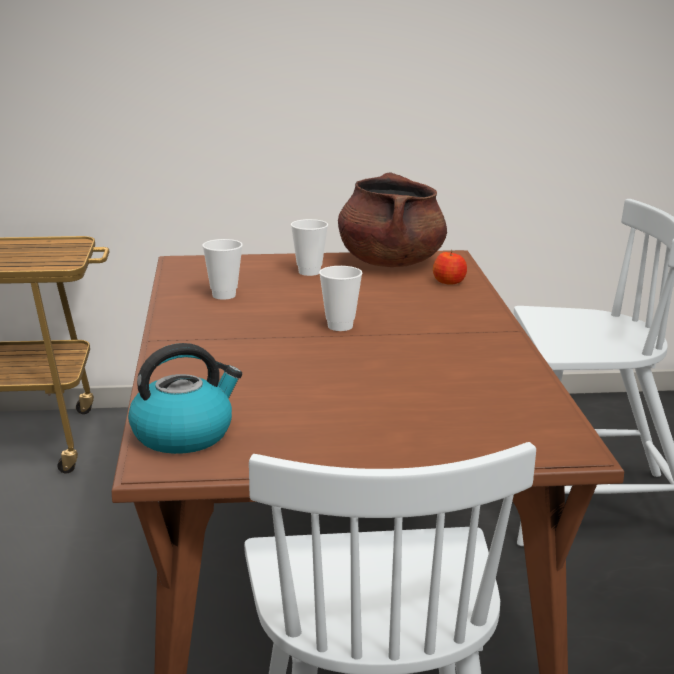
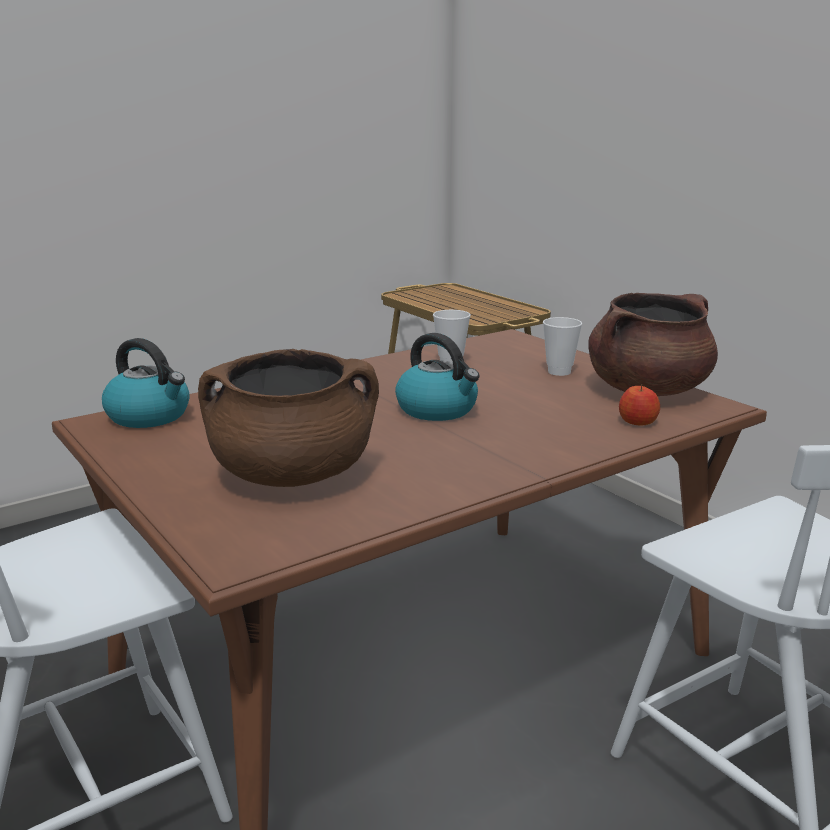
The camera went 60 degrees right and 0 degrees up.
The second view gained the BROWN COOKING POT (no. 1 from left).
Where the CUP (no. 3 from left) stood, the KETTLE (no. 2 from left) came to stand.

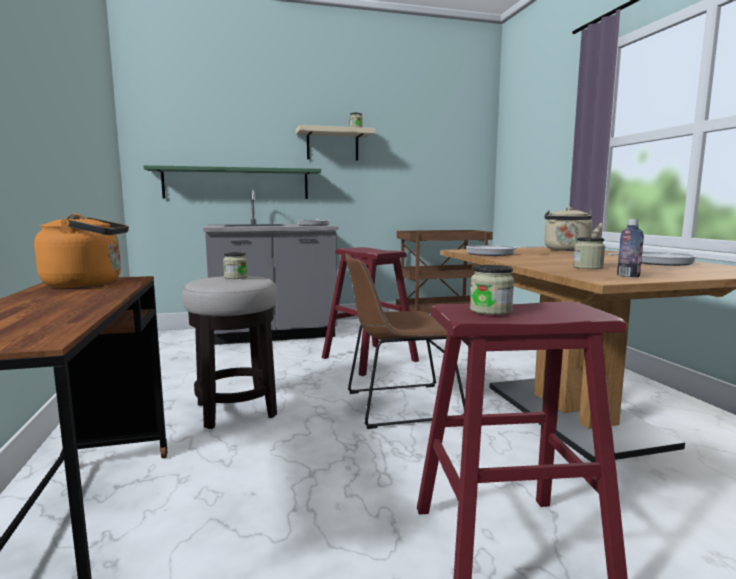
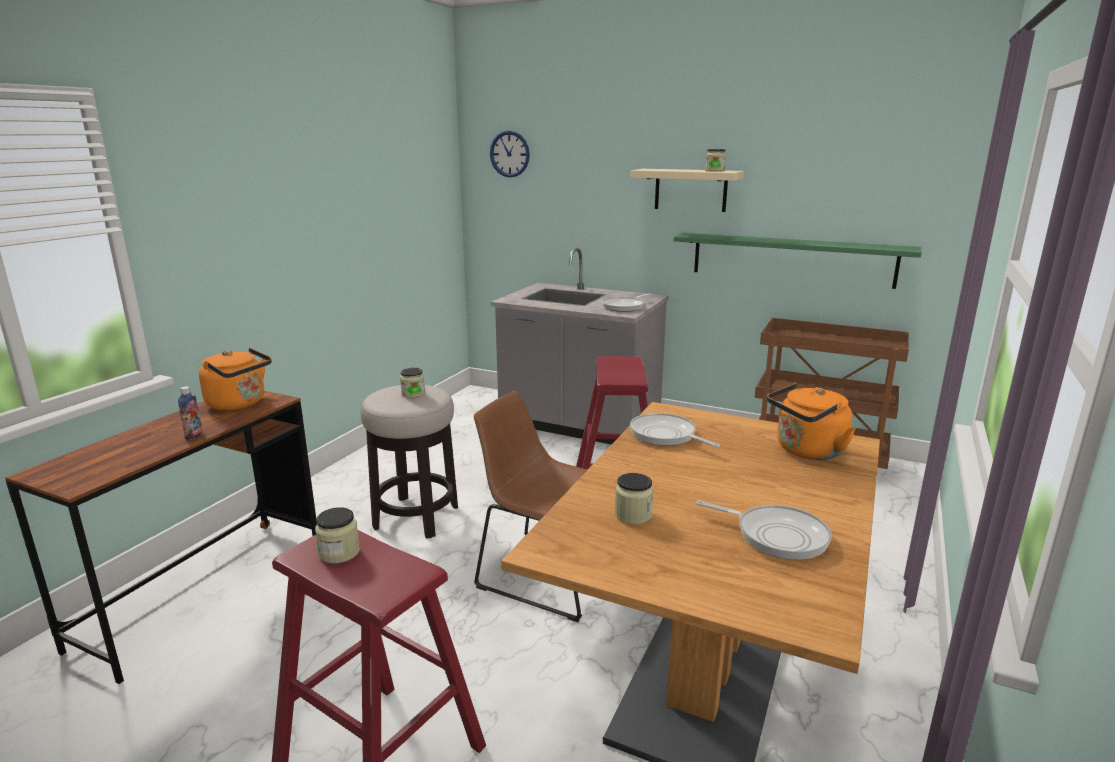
The camera went 40 degrees right and 10 degrees up.
The second view gained the WALL CLOCK.
The GREEN SHELF ended up elsewhere.
The BOTTLE ended up elsewhere.
What was the BEIGE KETTLE turned into the ORANGE KETTLE (no. 2 from left).

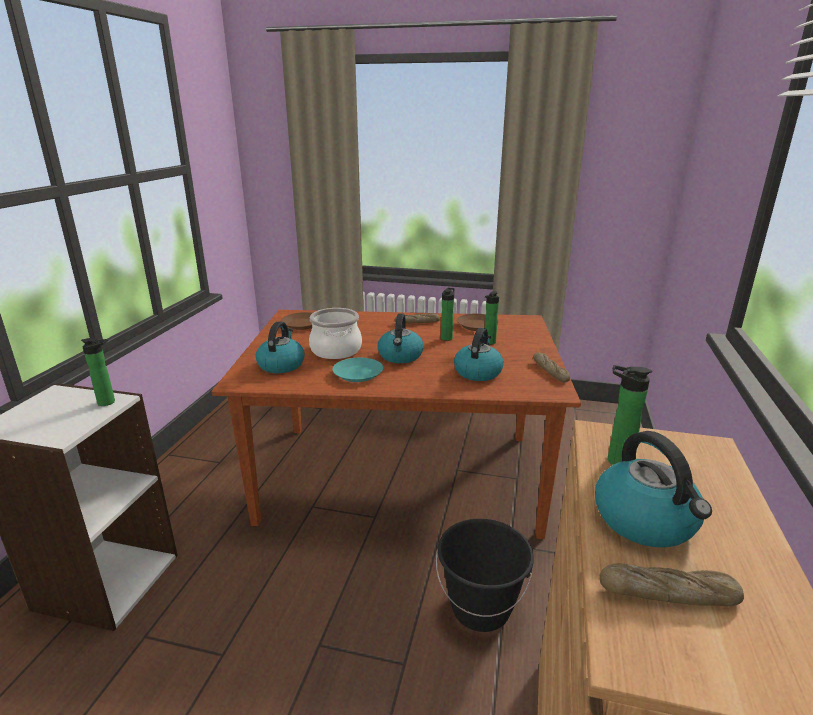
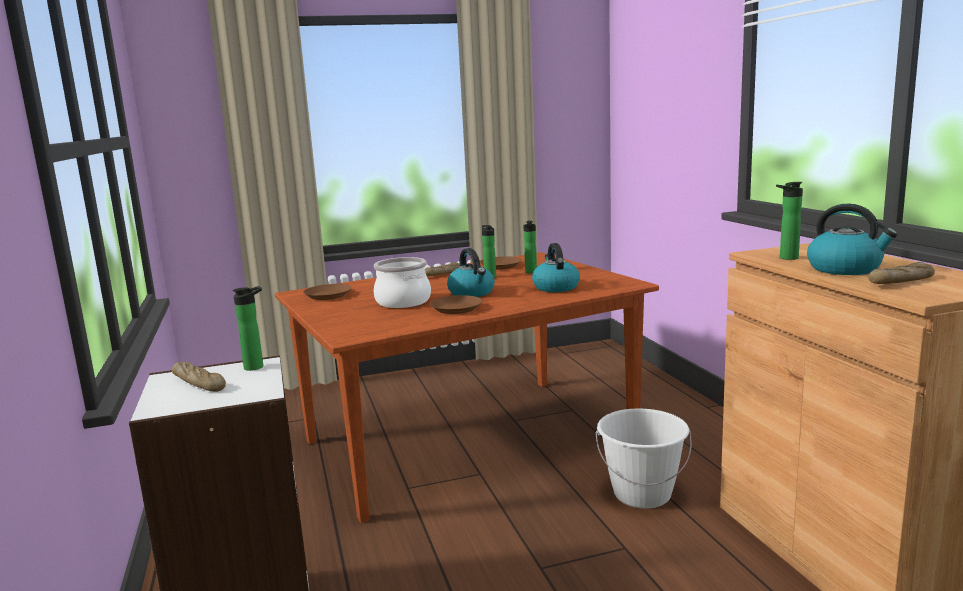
The camera went 30 degrees left and 10 degrees down.
The second view lost the KETTLE (no. 1 from left).
The BREAD (no. 2 from left in the first image) ended up elsewhere.
What was the TURQUOISE PLATE turned into the BROWN PLATE (no. 2 from left).
What was the BLACK BUCKET turned into the WHITE BUCKET.

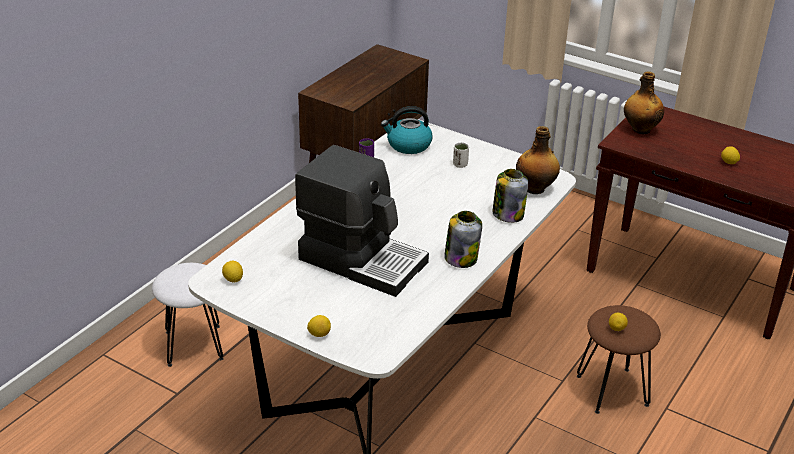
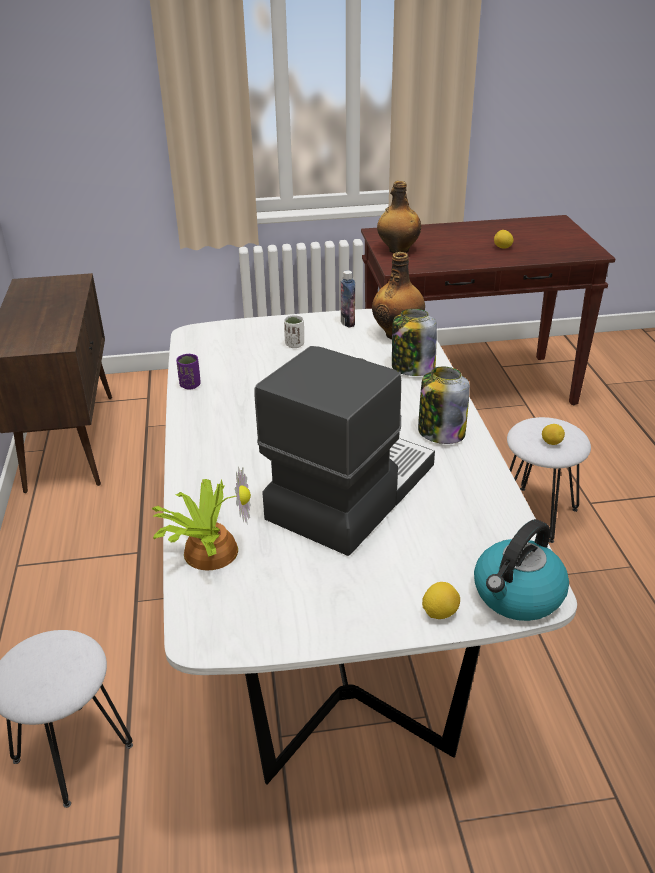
The camera went 40 degrees left and 0 degrees up.
The second view lost the LEMON (no. 1 from left).
The second view gained the POTTED PLANT.
The second view gained the BOTTLE (no. 1 from left).
The KETTLE ended up elsewhere.
What was the BROWN STOOL turned into the WHITE STOOL (no. 2 from left).
The COFFEE MACHINE ended up facing another way, 45 degrees counterclockwise from before.

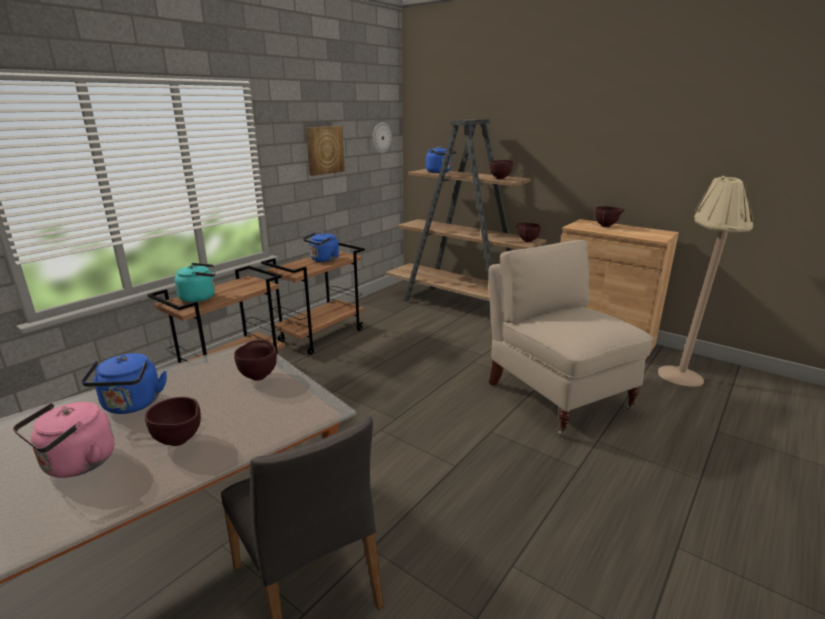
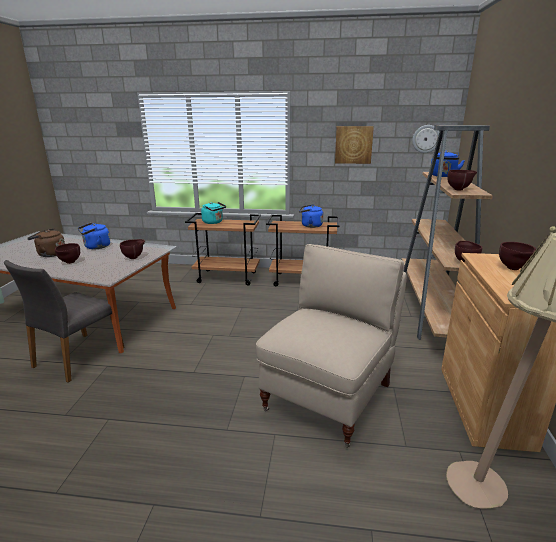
The camera went 60 degrees right and 0 degrees up.
What was the PINK KETTLE turned into the BROWN KETTLE.

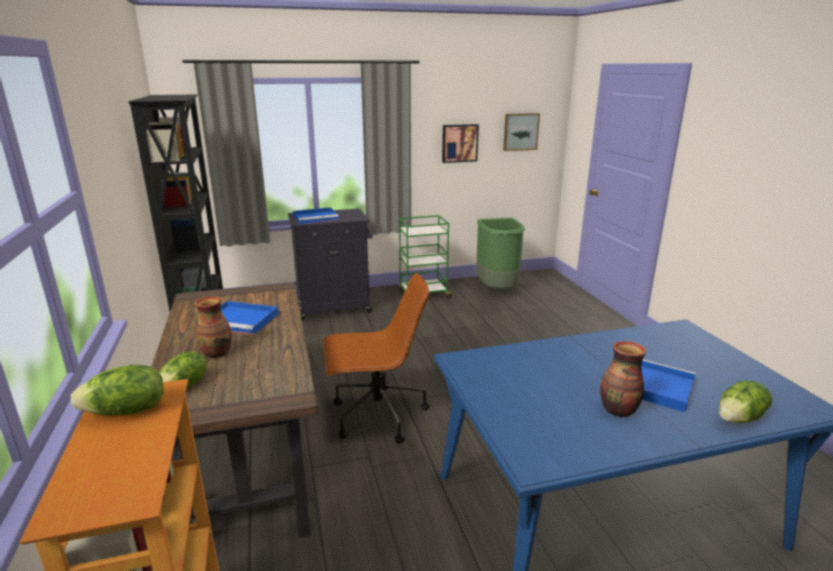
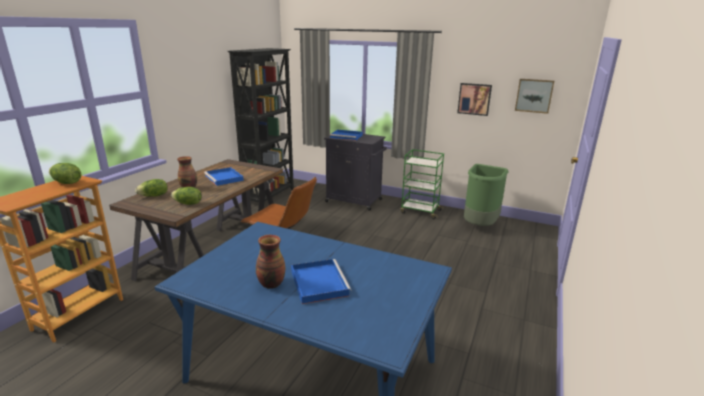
The camera went 40 degrees right and 0 degrees up.
The LETTUCE (no. 3 from left) ended up elsewhere.

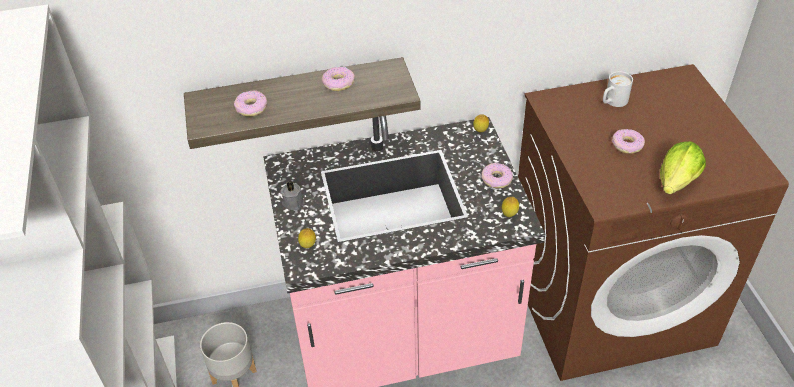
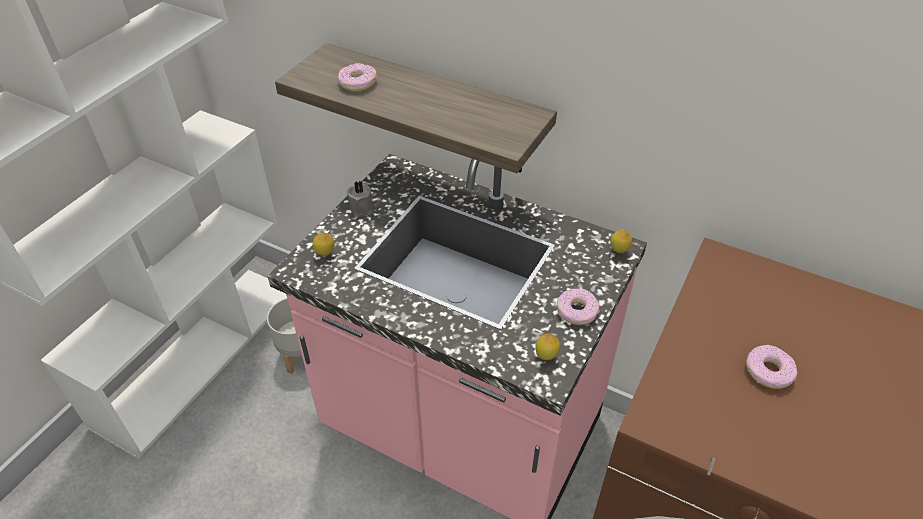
The camera went 40 degrees right and 0 degrees up.
The second view lost the DONUT (no. 2 from left).
The second view lost the WHITE MUG.
The second view lost the LETTUCE.

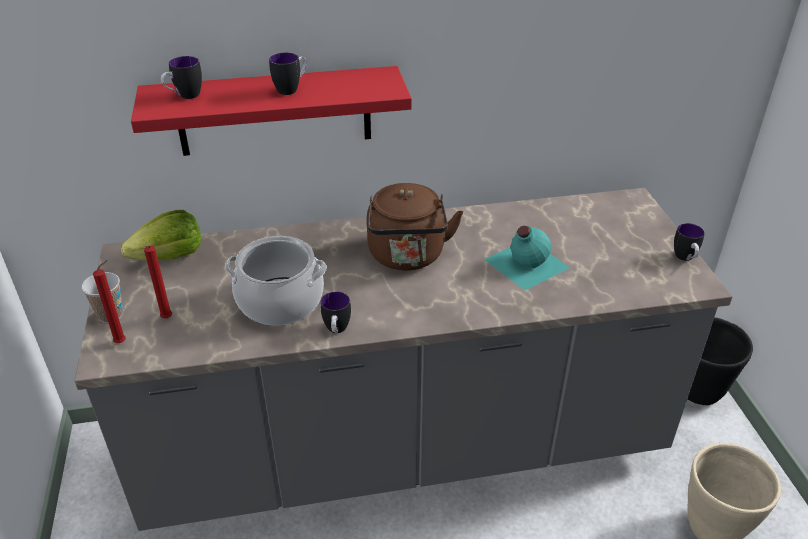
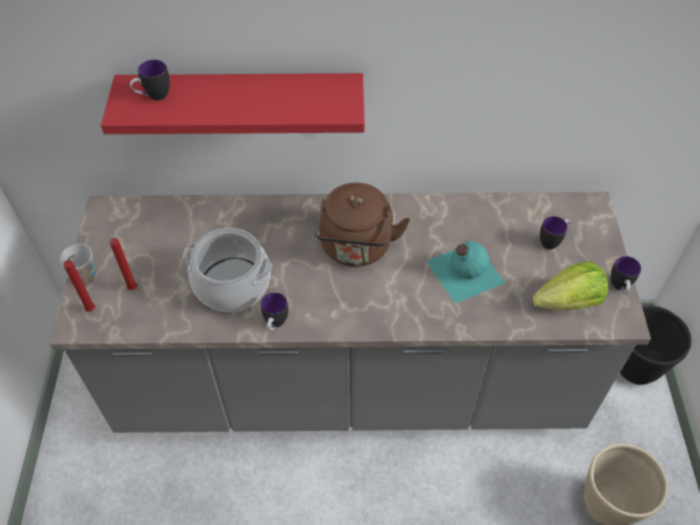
The camera went 10 degrees right and 15 degrees up.
The LETTUCE ended up elsewhere.
The MUG (no. 2 from left in the first image) ended up elsewhere.

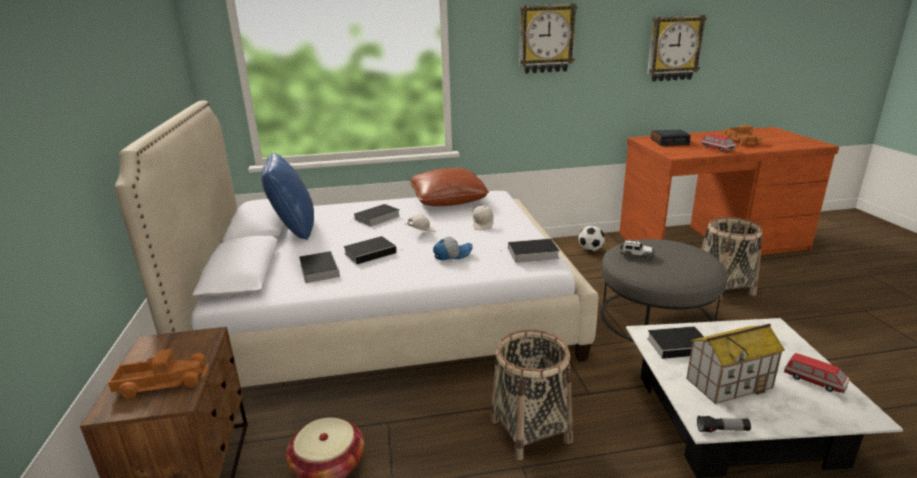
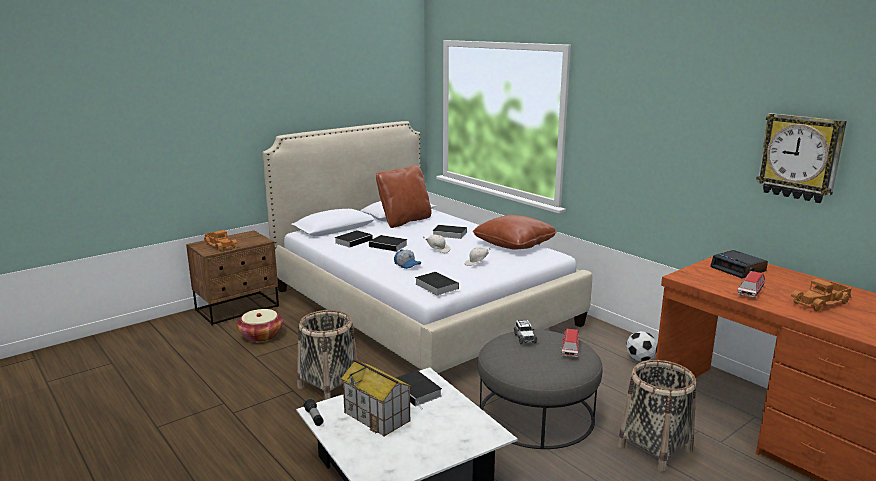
The camera went 60 degrees right and 5 degrees down.
The second view lost the WALL CLOCK (no. 1 from left).
The TOY CAR (no. 3 from left in the first image) ended up elsewhere.
What was the BLUE PILLOW turned into the BROWN PILLOW (no. 1 from left).

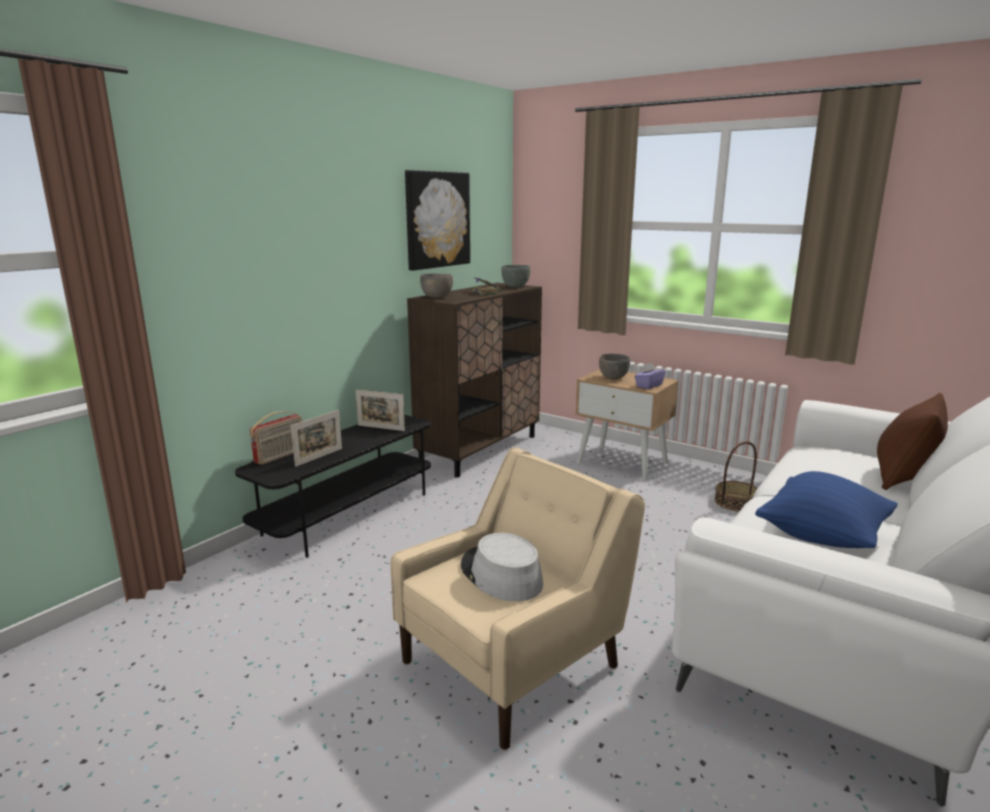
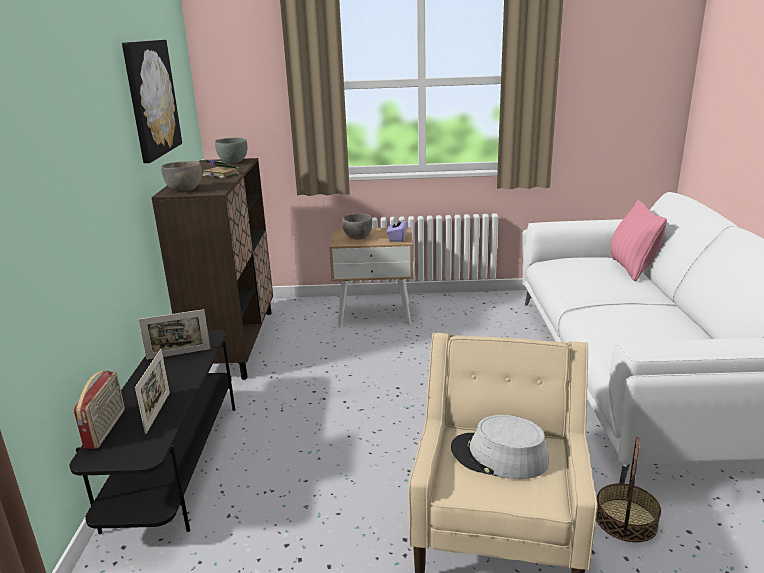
The camera went 35 degrees left and 5 degrees up.
The second view lost the BLUE PILLOW.
The BASKET ended up elsewhere.
What was the BROWN PILLOW turned into the PINK PILLOW.

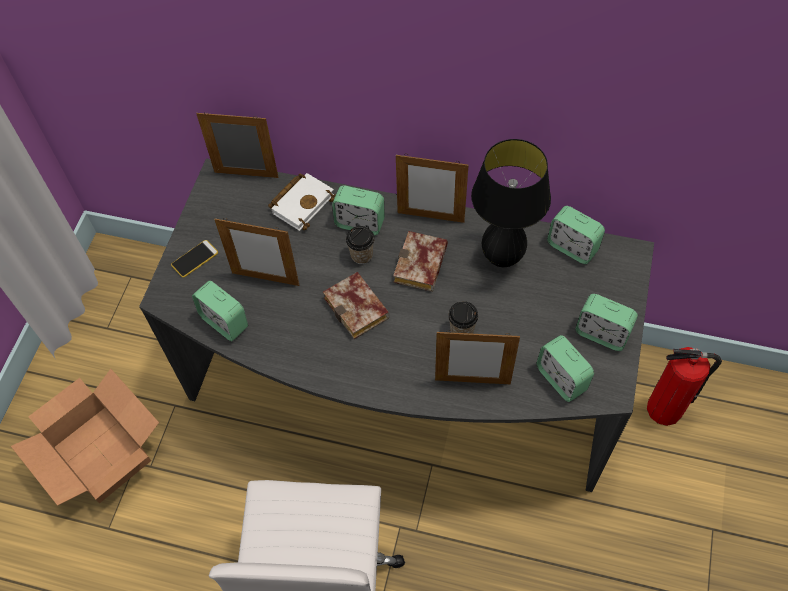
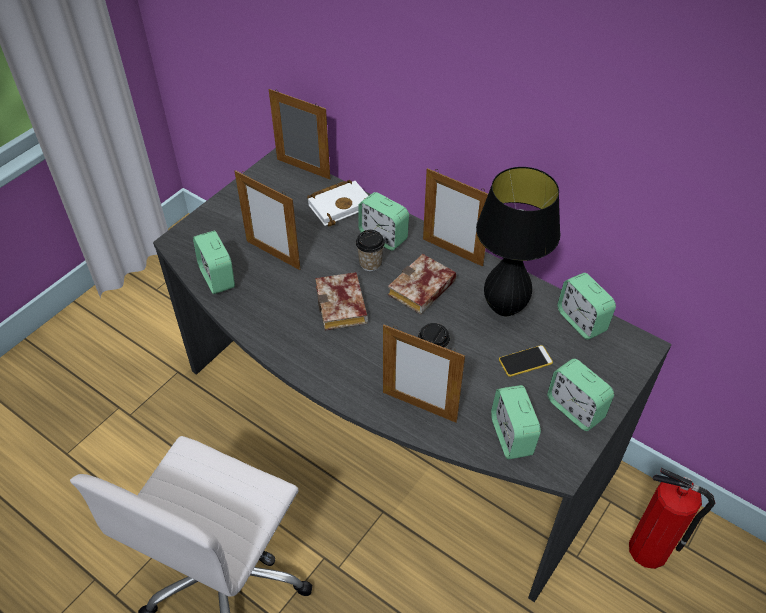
The camera went 20 degrees right and 10 degrees down.
The second view lost the CARDBOARD BOX.
The PHONE ended up elsewhere.

